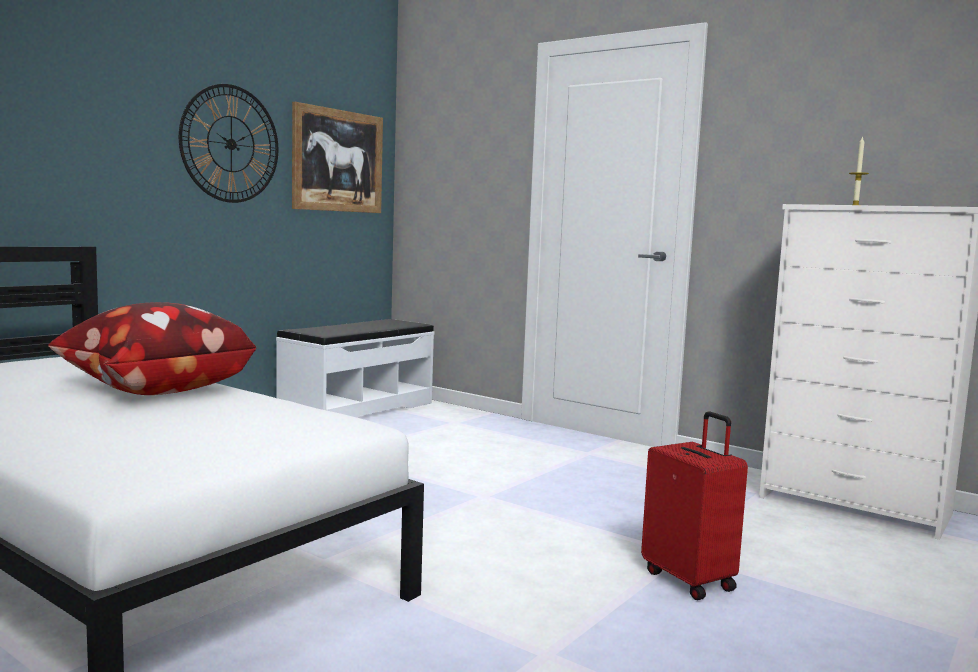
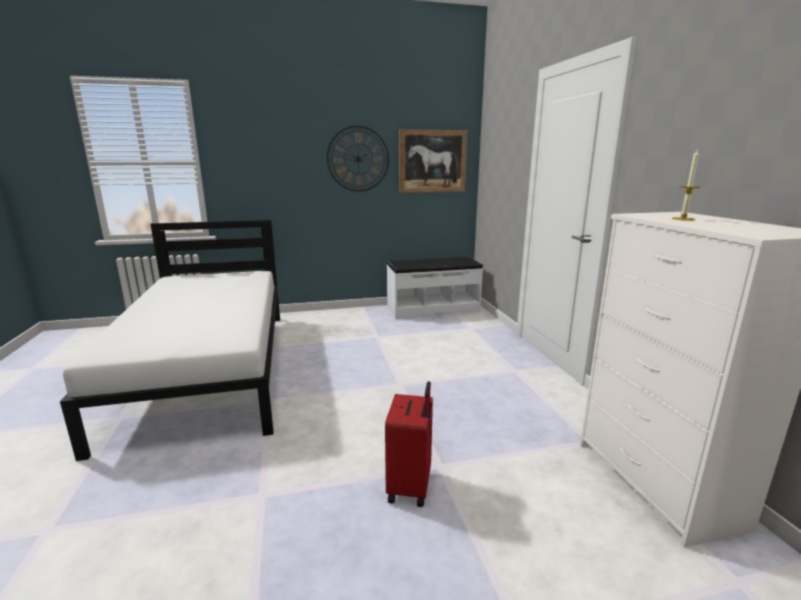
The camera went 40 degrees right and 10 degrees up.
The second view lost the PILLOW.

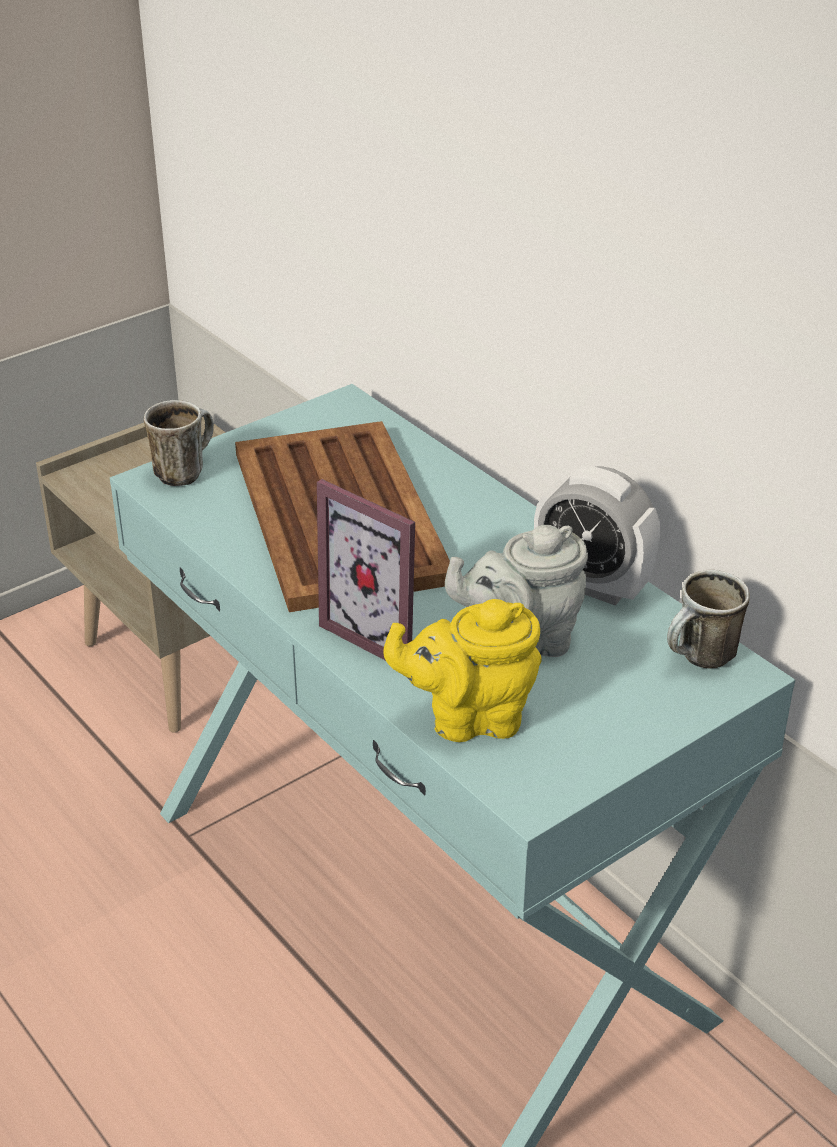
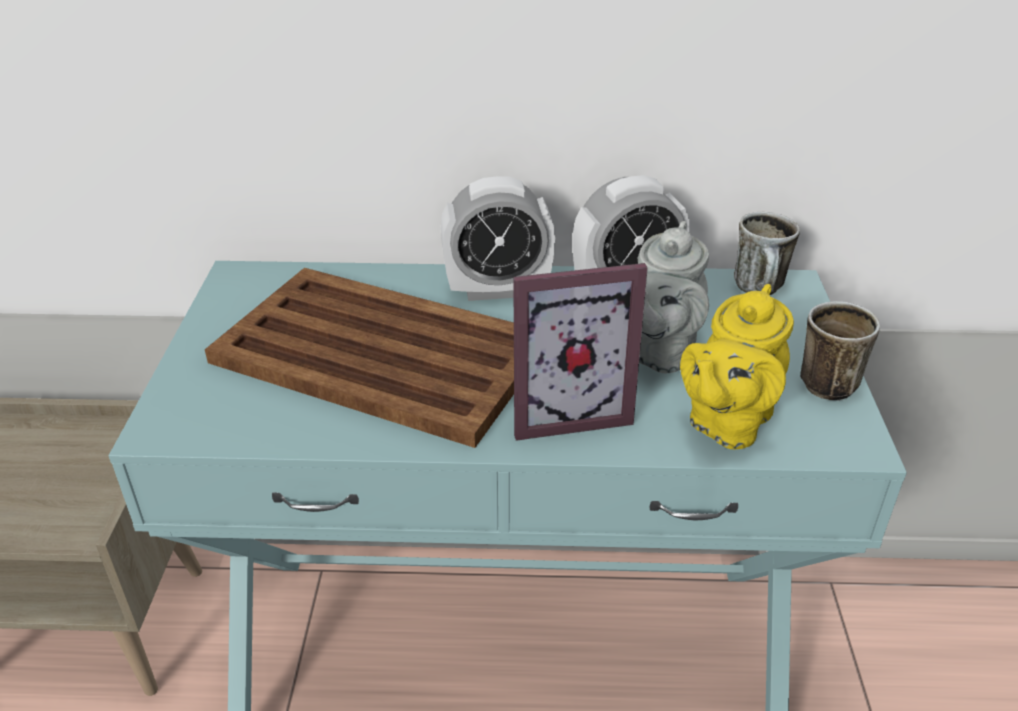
The camera went 50 degrees left and 0 degrees up.
The second view gained the ALARM CLOCK (no. 1 from left).
The MUG (no. 1 from left in the first image) ended up elsewhere.

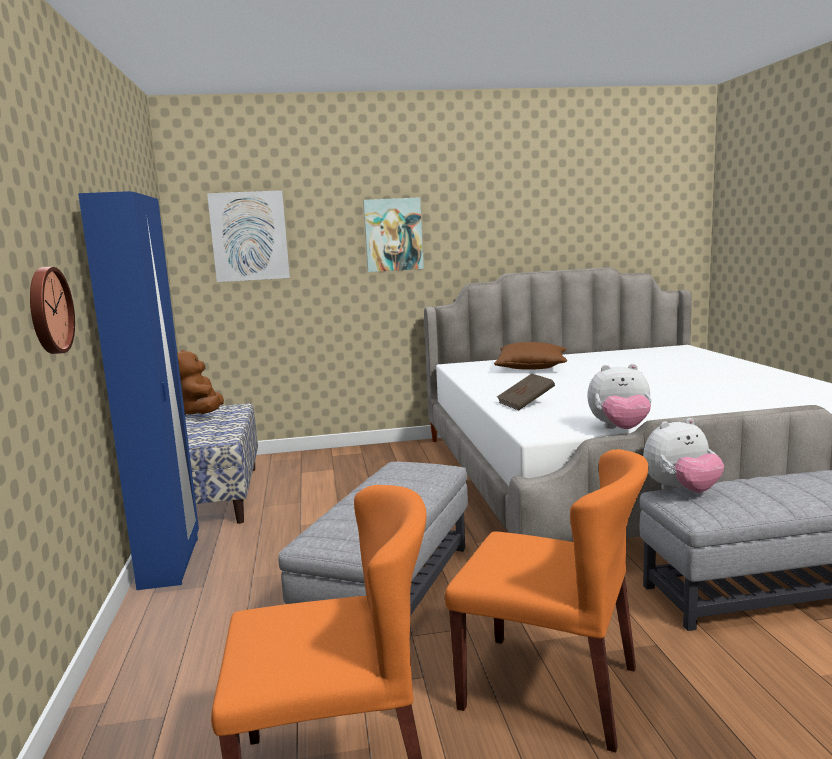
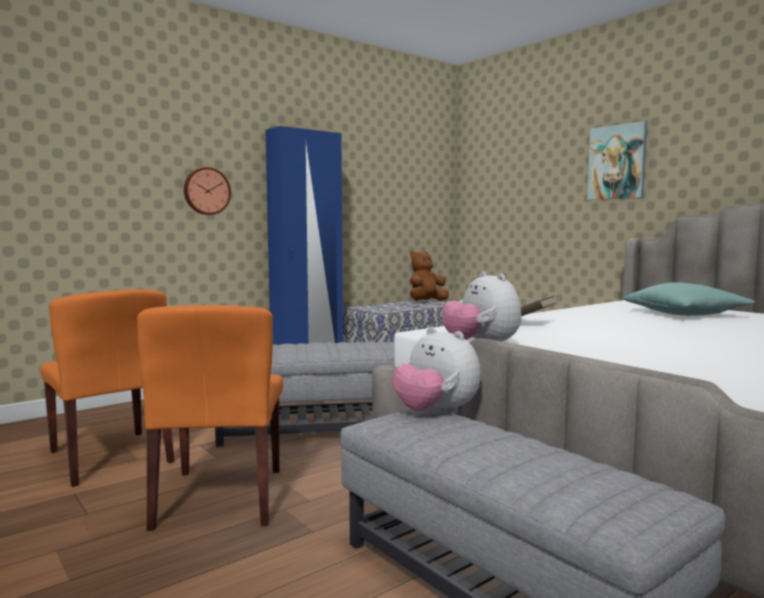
The camera went 60 degrees right and 5 degrees down.
The second view lost the PICTURE (no. 1 from left).
What was the BROWN PILLOW turned into the TURQUOISE PILLOW.

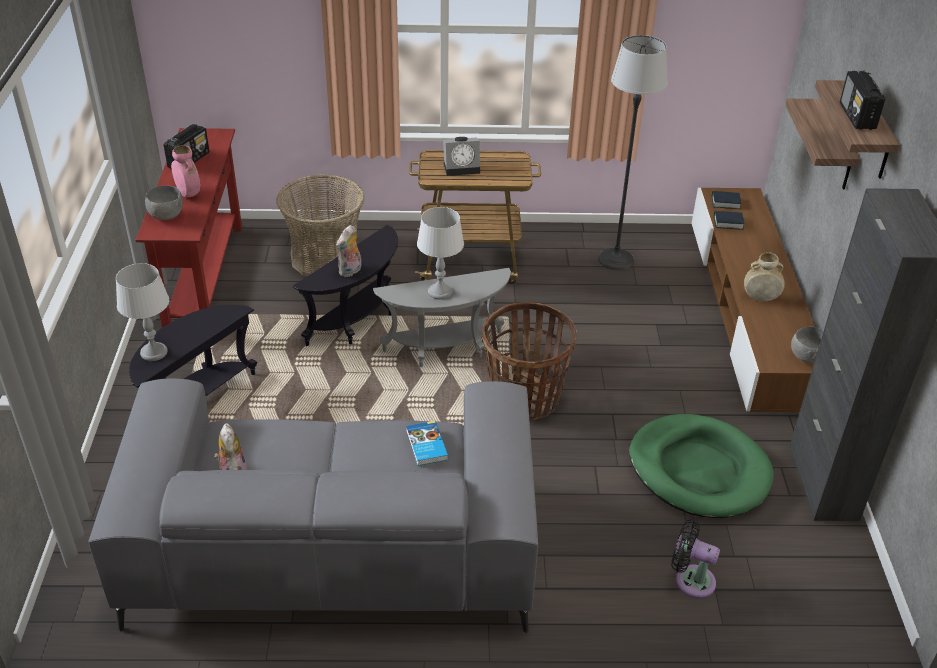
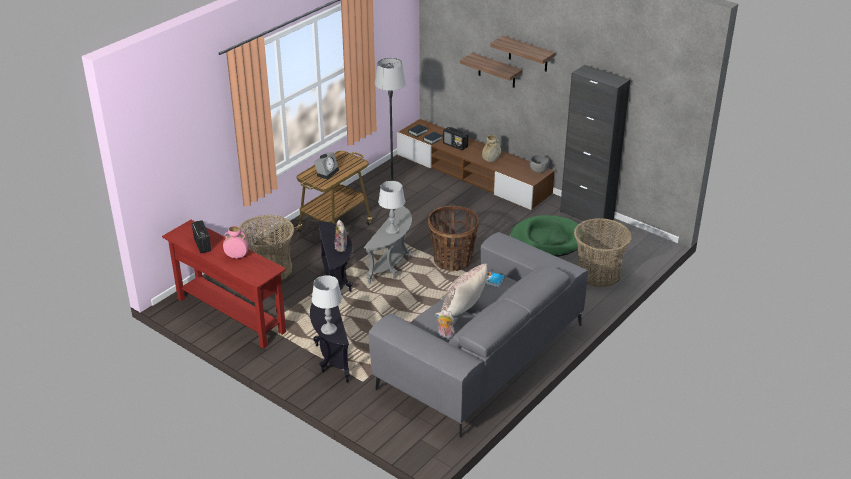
The camera went 50 degrees left and 5 degrees down.
The second view lost the GREY BOWL (no. 1 from left).
The second view gained the BEIGE PILLOW.
The RADIO (no. 2 from left) ended up elsewhere.
Where the BLACK FAN stood, the BASKET (no. 3 from left) came to stand.

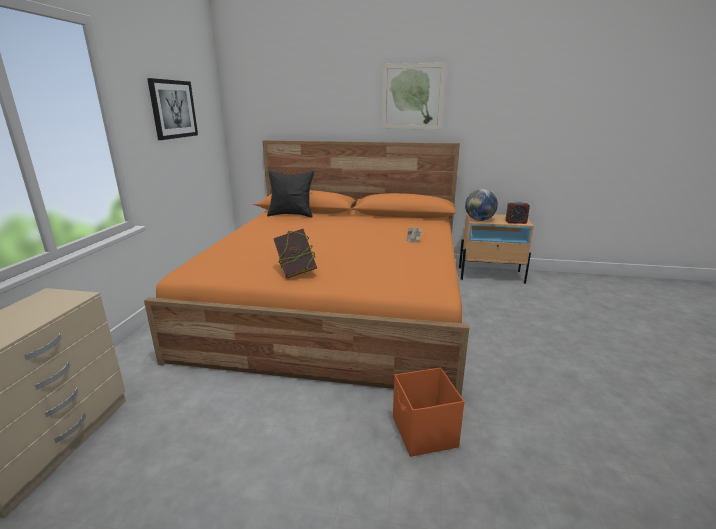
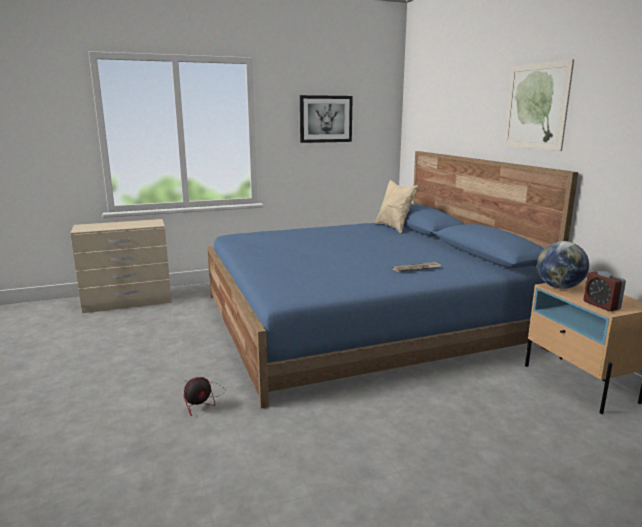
The camera went 60 degrees right and 5 degrees down.
The second view lost the BOOK.
Where the ORANGE STORAGE BOX stood, the FAN came to stand.
What was the ORANGE BED turned into the BLUE BED.
What was the BLACK PILLOW turned into the BEIGE PILLOW.

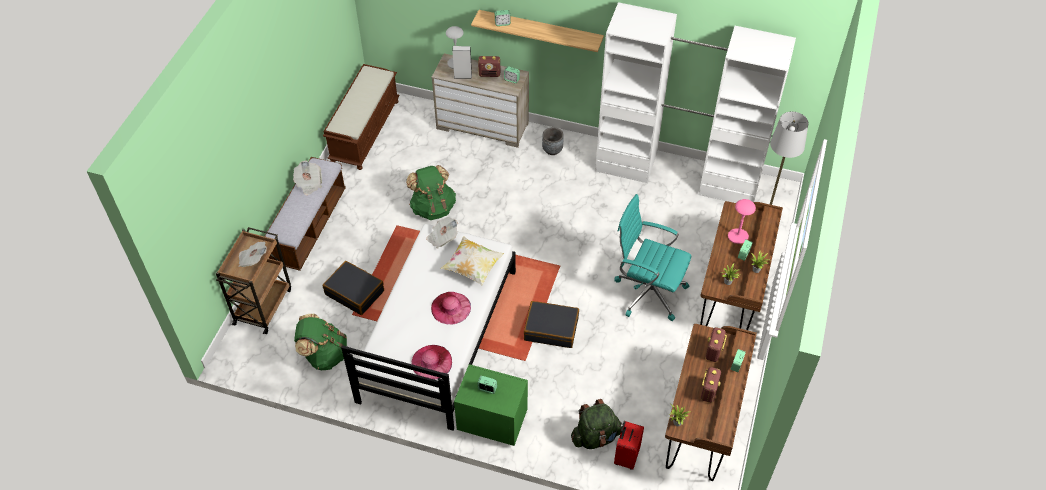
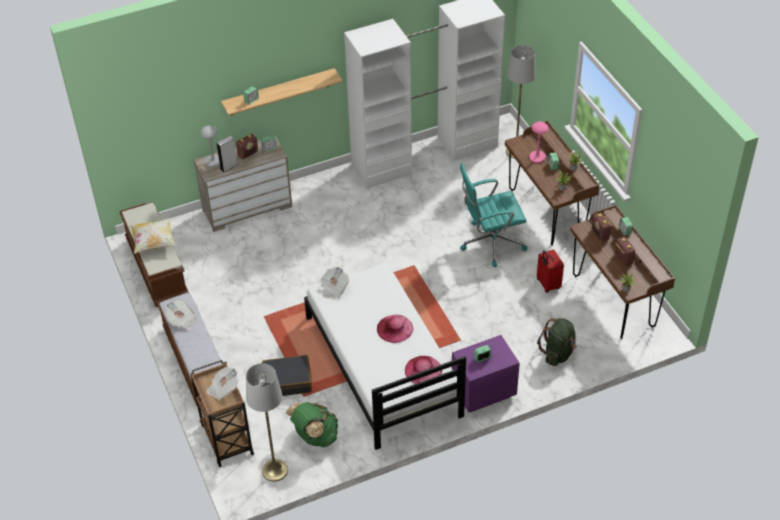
The camera went 40 degrees left and 5 degrees down.
The second view lost the GREEN BACKPACK (no. 2 from left).
The second view lost the BLACK SUITCASE (no. 2 from left).
The second view lost the GREY PLANTER.
The second view gained the GREY FLOOR LAMP (no. 1 from left).
The PILLOW ended up elsewhere.
The RED SUITCASE ended up elsewhere.
What was the GREEN NIGHTSTAND turned into the PURPLE NIGHTSTAND.

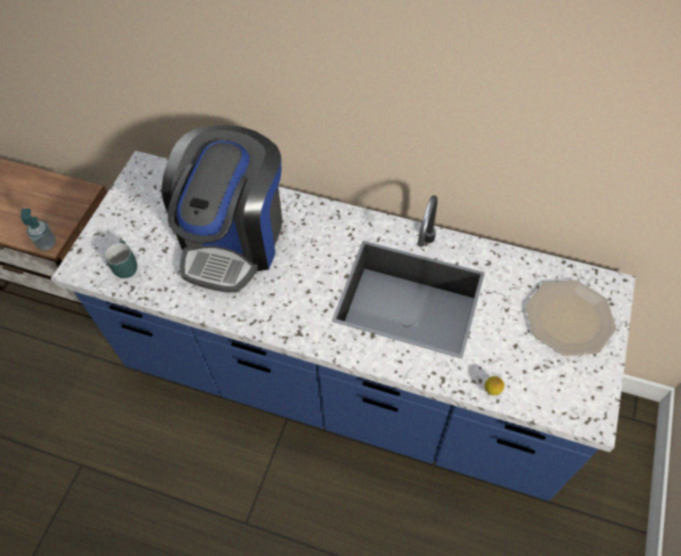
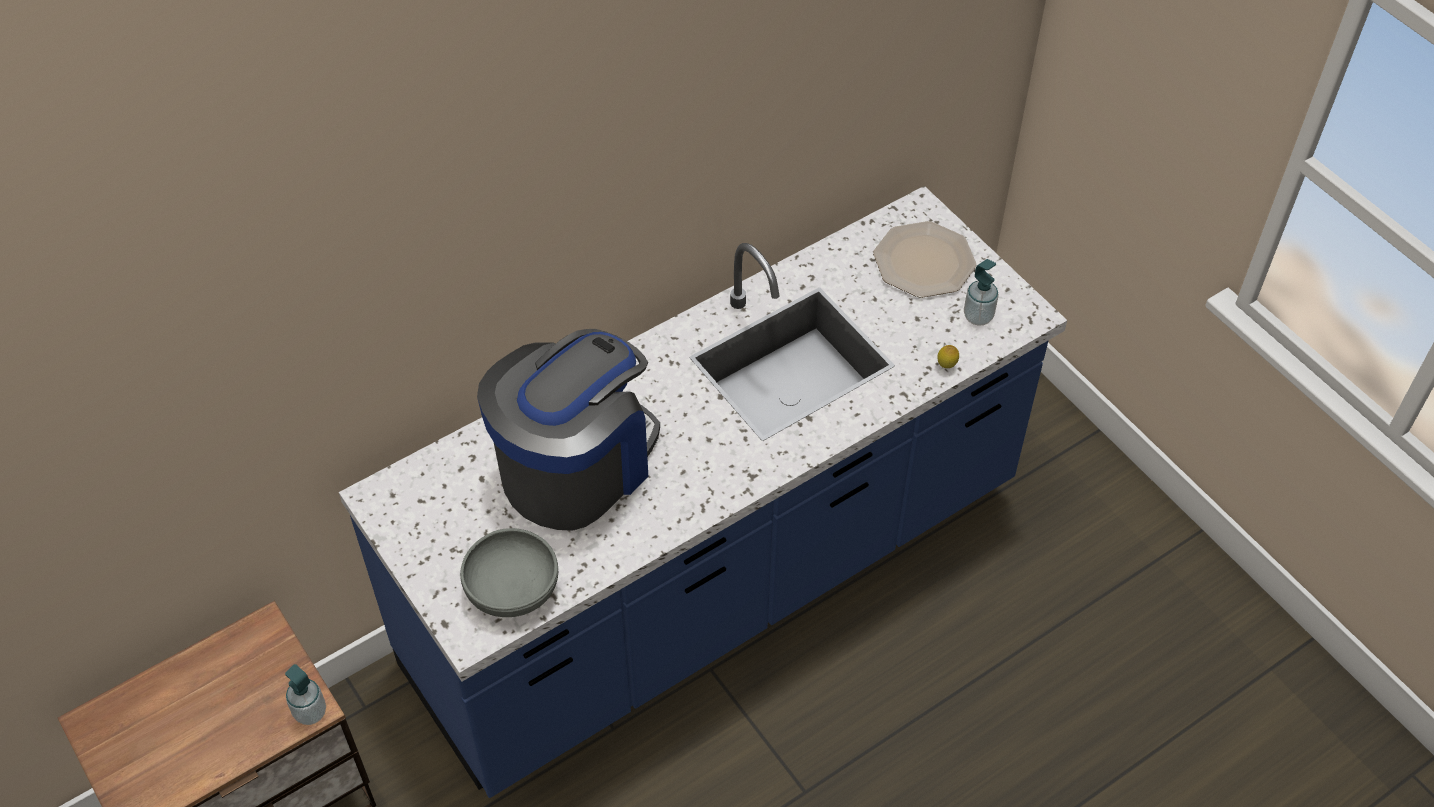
The camera went 55 degrees left and 5 degrees down.
The second view gained the SOAP DISPENSER (no. 2 from left).
Where the TURQUOISE MUG stood, the GREY BOWL came to stand.
The COFFEE MACHINE ended up facing another way, 105 degrees counterclockwise from before.

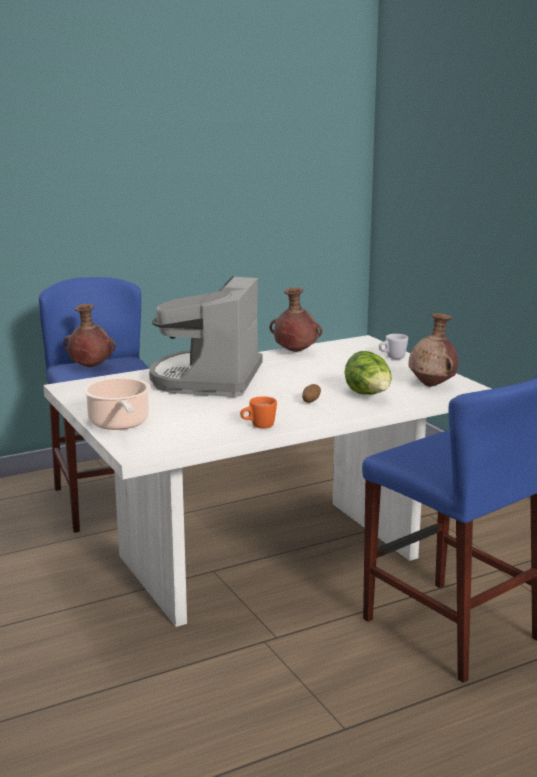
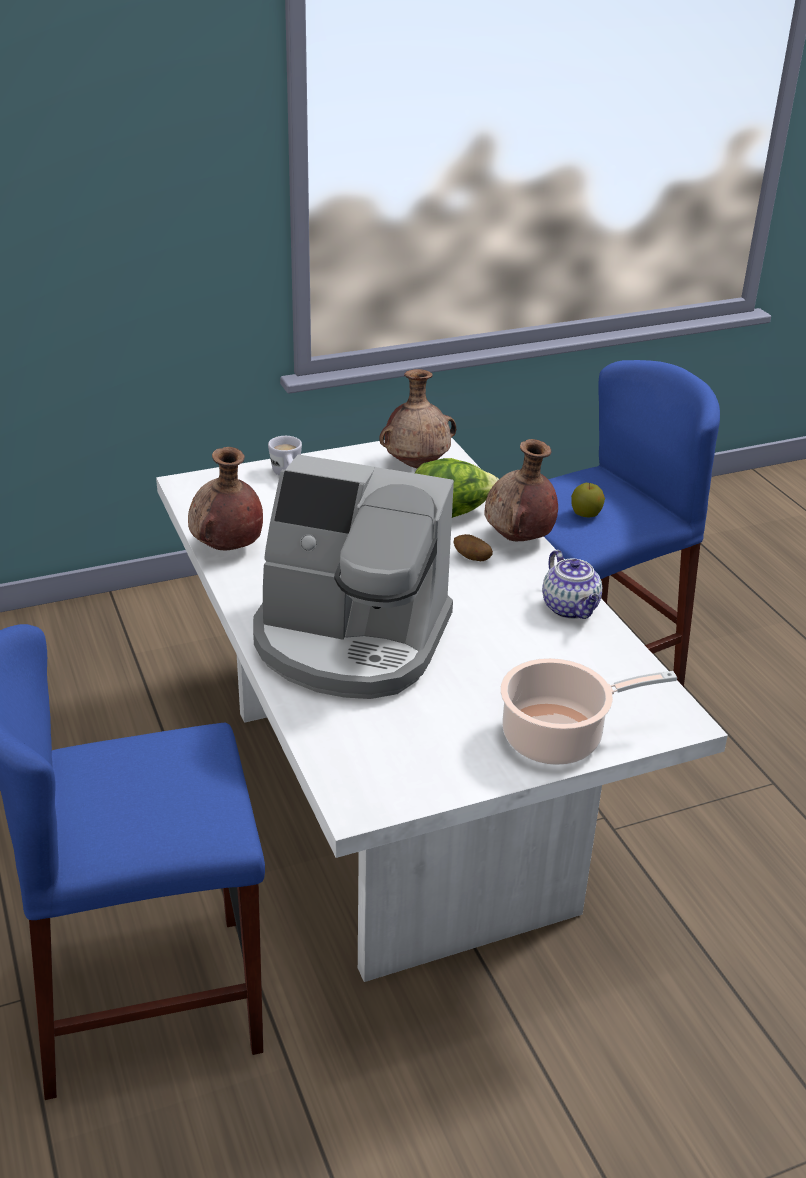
The camera went 85 degrees left and 15 degrees up.
The second view gained the APPLE.
The BROWN VASE (no. 1 from left in the first image) ended up elsewhere.
Where the ORANGE MUG stood, the TEAPOT came to stand.

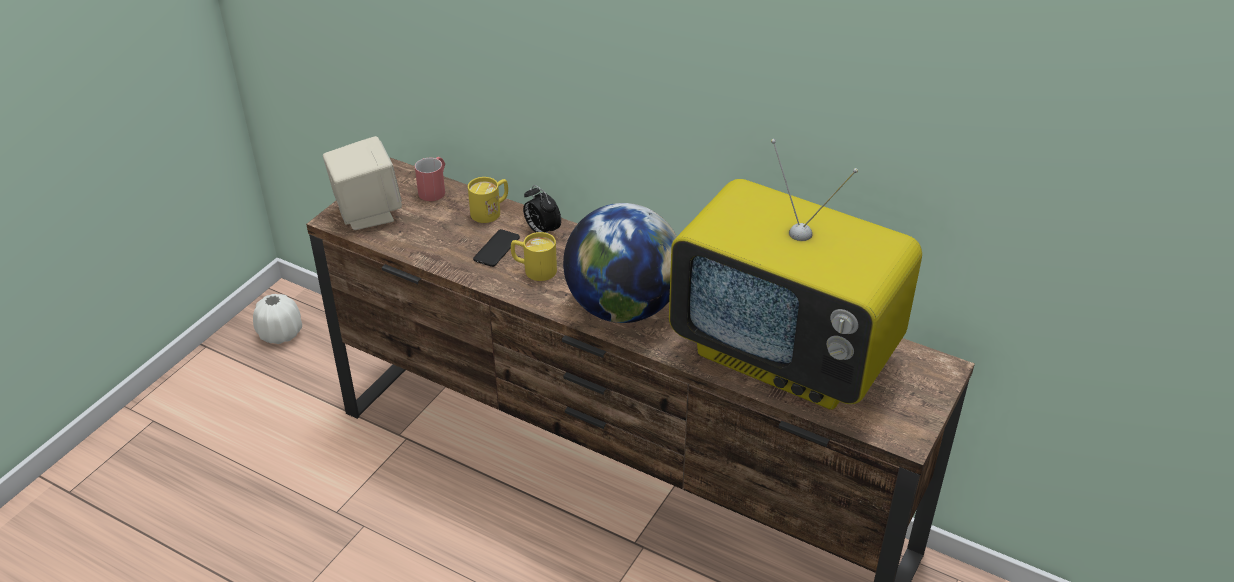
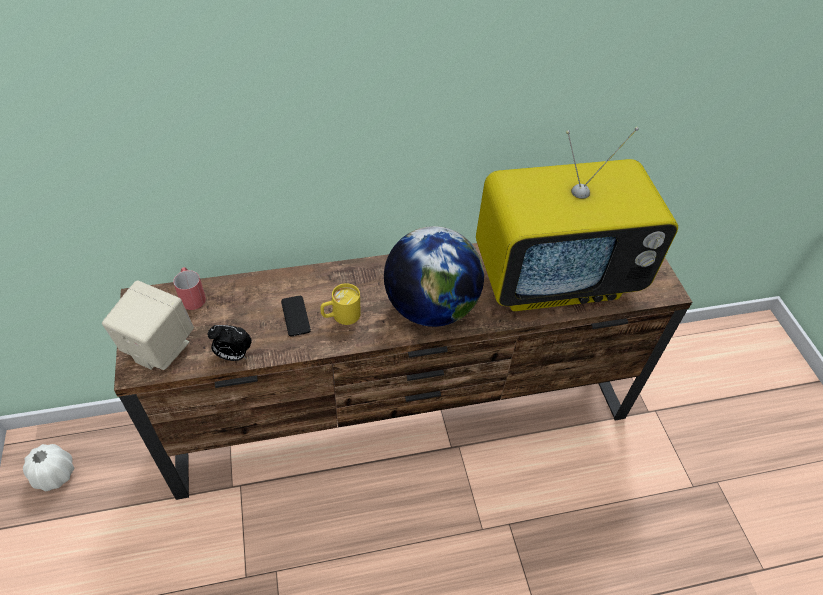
The camera went 45 degrees left and 10 degrees up.
The second view lost the YELLOW MUG (no. 1 from left).
The ALARM CLOCK ended up elsewhere.

